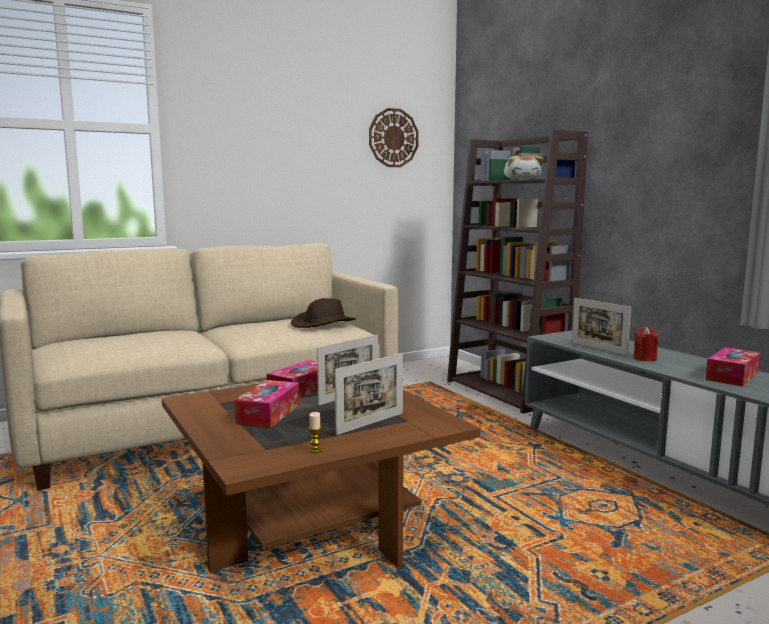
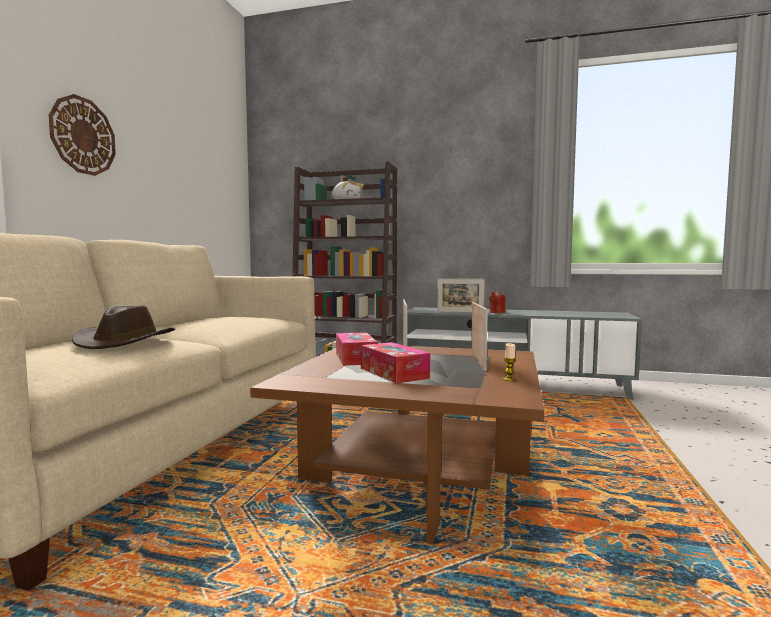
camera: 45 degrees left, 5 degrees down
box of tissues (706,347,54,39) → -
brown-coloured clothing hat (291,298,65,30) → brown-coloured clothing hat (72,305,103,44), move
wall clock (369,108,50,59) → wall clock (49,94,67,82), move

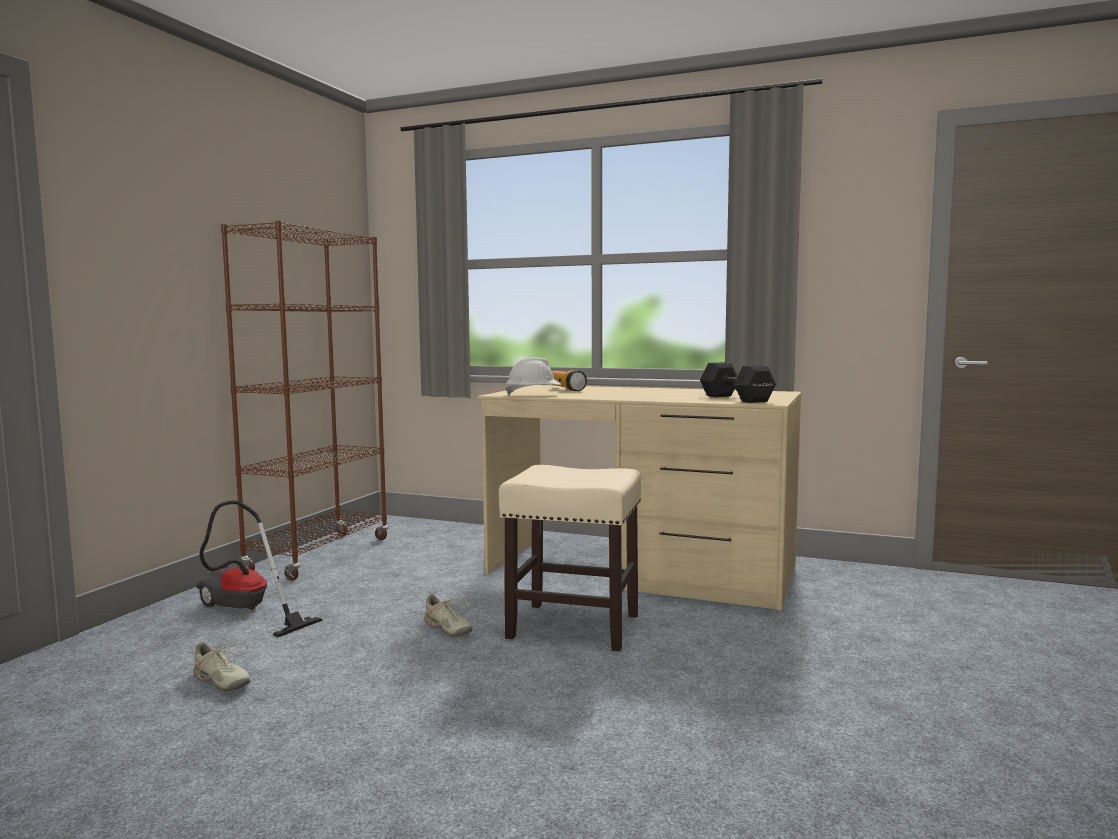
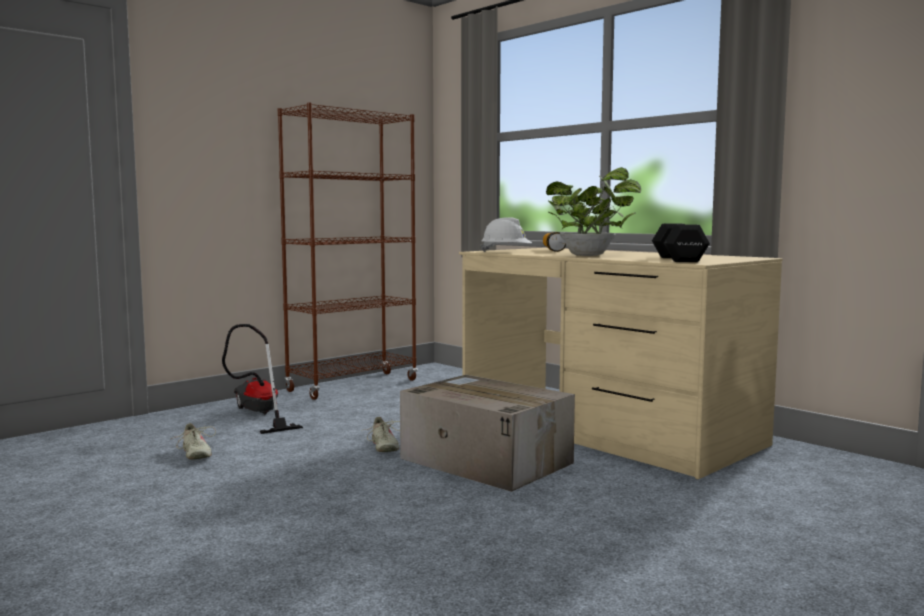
camera: 25 degrees right, 0 degrees up
- → potted plant (546,167,95,89)
beige stool seat (499,465,142,187) → carton (400,375,175,117)

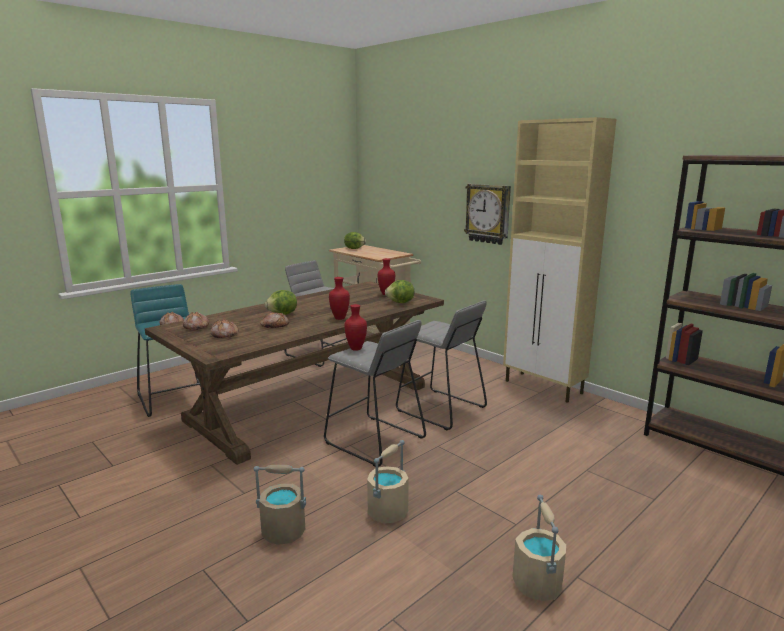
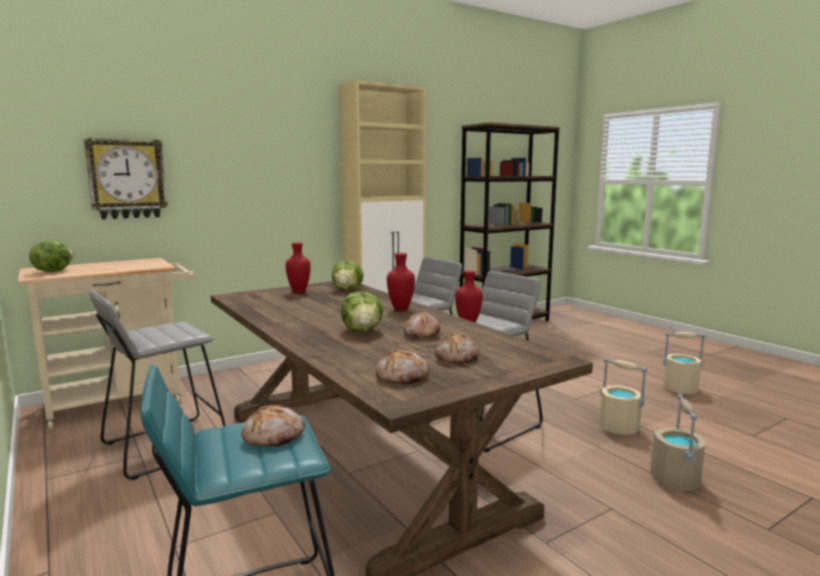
camera: 80 degrees left, 5 degrees down
wall clock (464,184,47,61) → wall clock (84,138,84,81), move

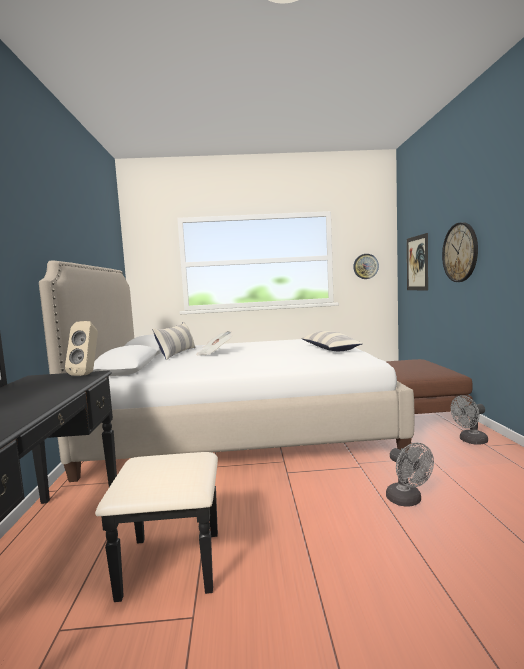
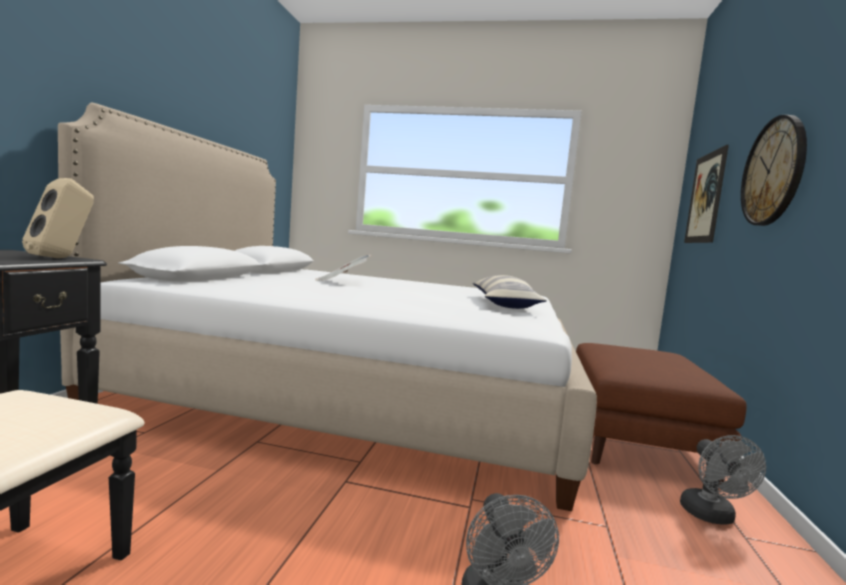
camera: 15 degrees right, 0 degrees up
throw pillow (152,322,44,38) → -
wall clock (353,254,26,25) → -
greyish fan (451,395,37,50) → greyish fan (680,435,86,90), 90 degrees counterclockwise

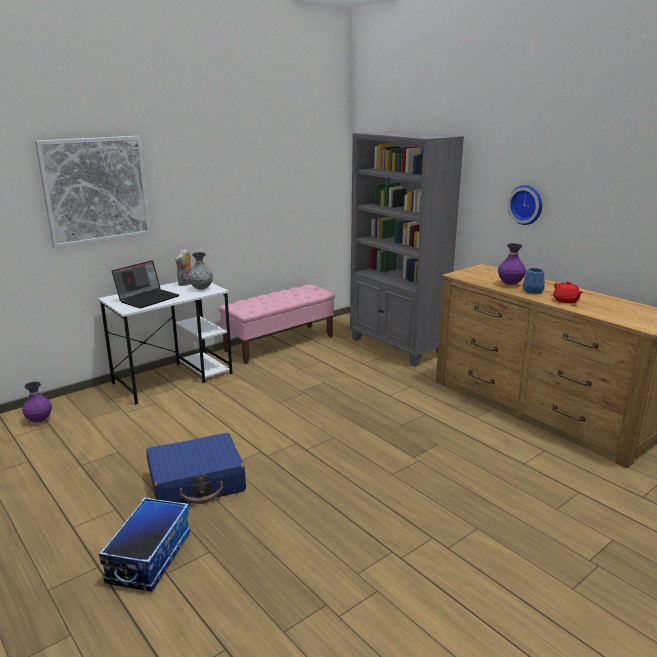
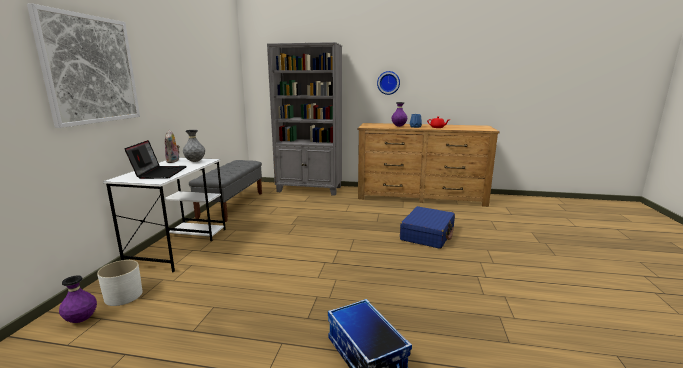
camera: 40 degrees left, 5 degrees down
- → whitish flower pot (97,260,45,46)
blue-coloured piece of luggage (146,433,100,71) → blue-coloured piece of luggage (400,206,55,43), move
pinkish long seat (219,285,116,79) → greyish long seat (189,160,73,62)

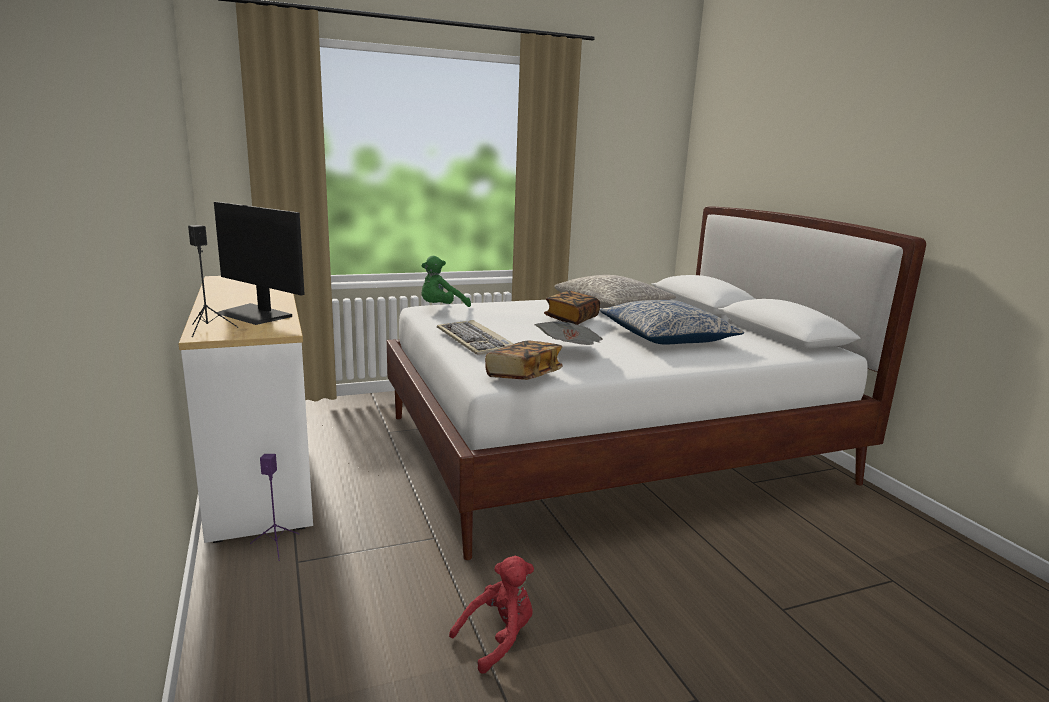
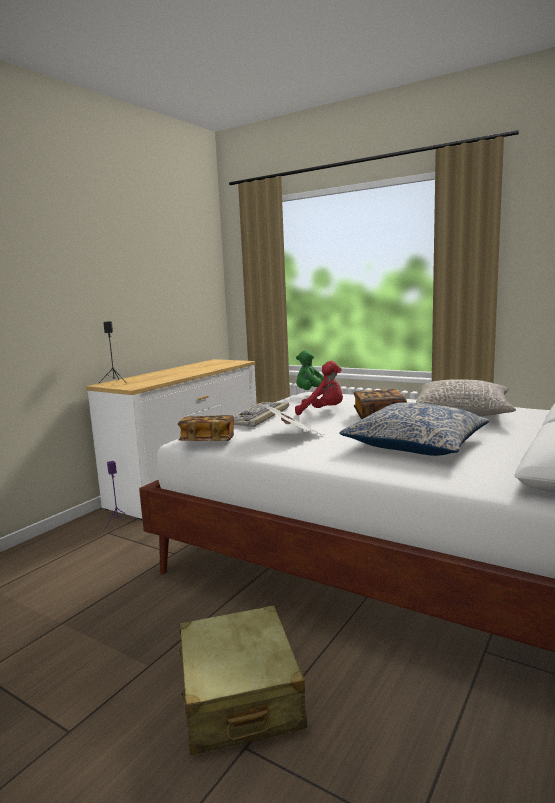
camera: 55 degrees right, 5 degrees down
computer screen (214,202,91,123) → -
- → beige piece of luggage (177,605,130,150)
reddish soft toy (449,556,85,118) → reddish soft toy (295,361,48,54), move

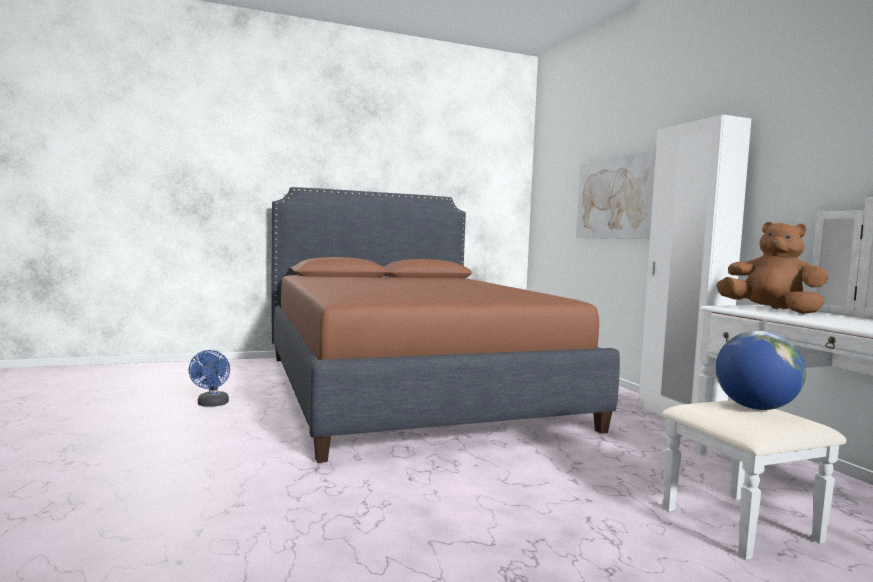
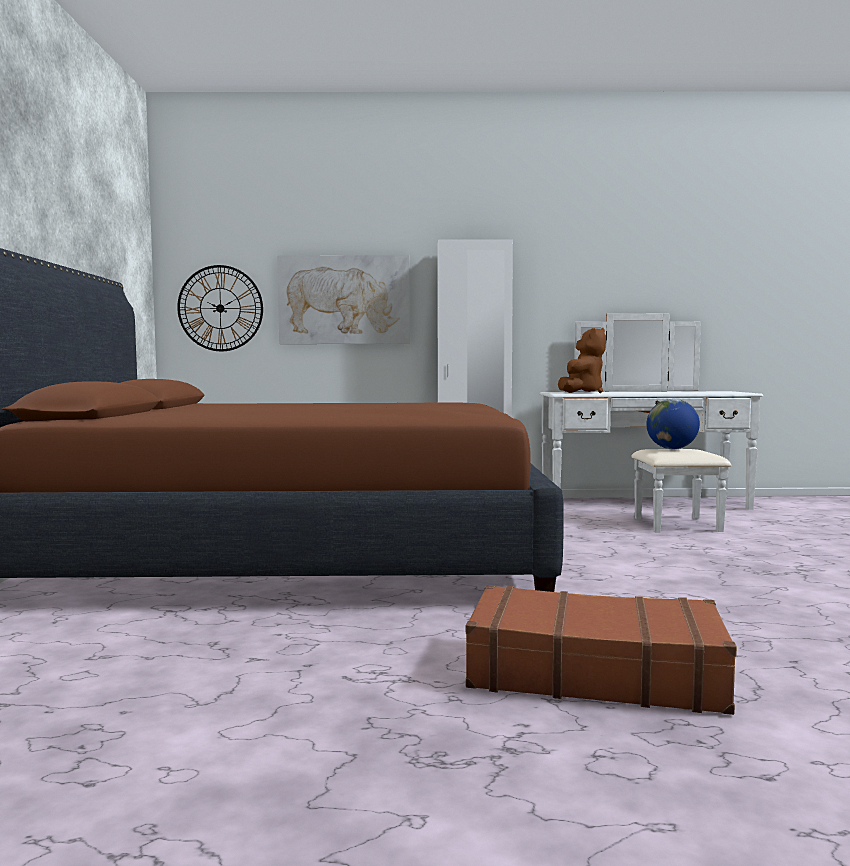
camera: 70 degrees left, 0 degrees up
blue-coloured fan (189,350,41,57) → -
- → wall clock (177,265,86,86)
- → brown-coloured piece of luggage (466,585,271,130)
brown-coloured soft toy (716,222,112,92) → brown-coloured soft toy (558,328,48,65), 150 degrees clockwise

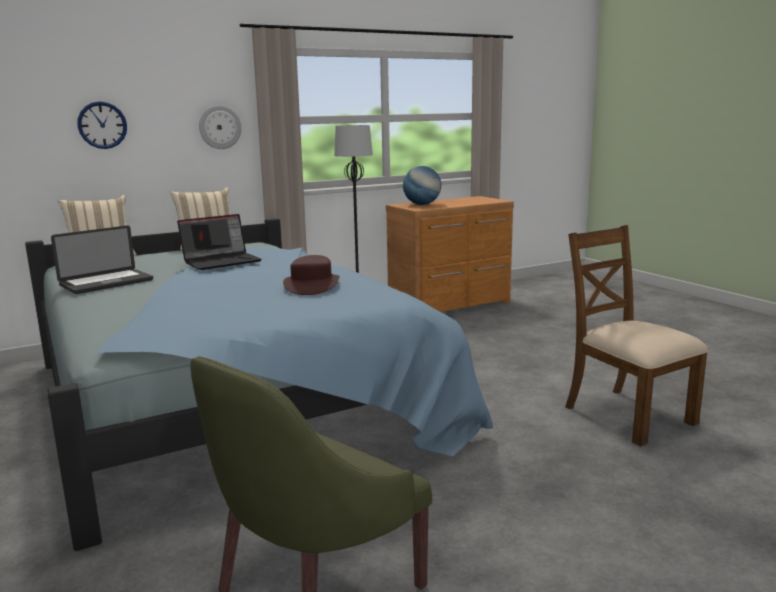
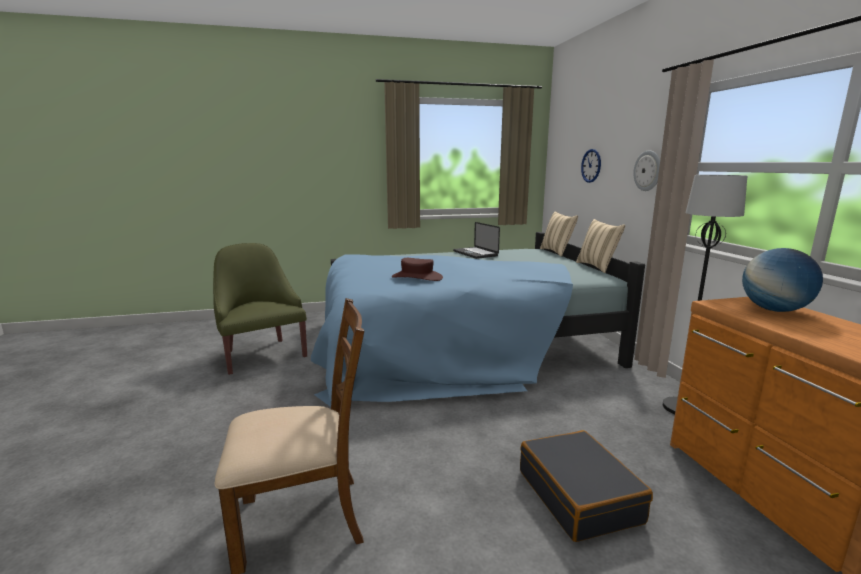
camera: 105 degrees right, 0 degrees up
laptop (177,214,85,56) → -
- → blackish piece of luggage (520,430,133,112)

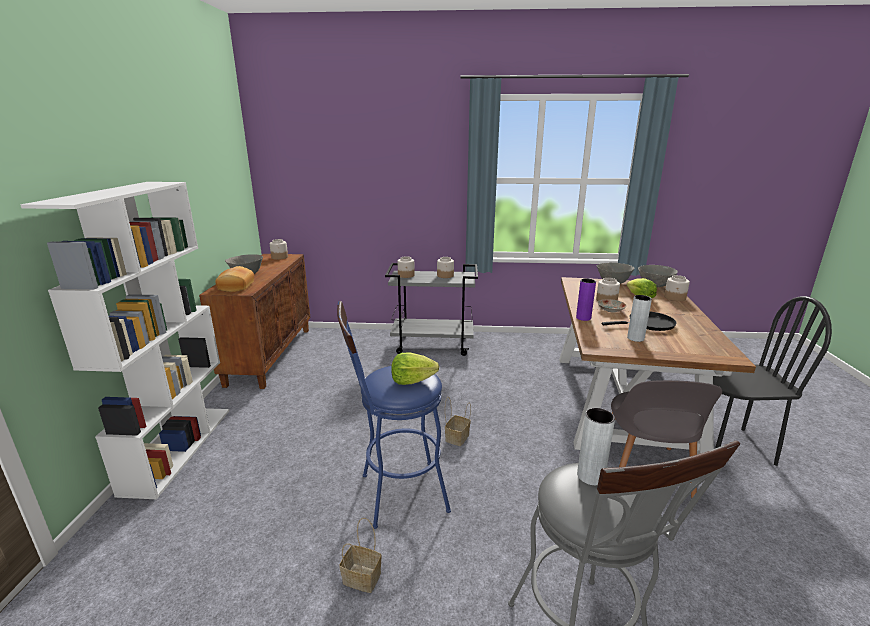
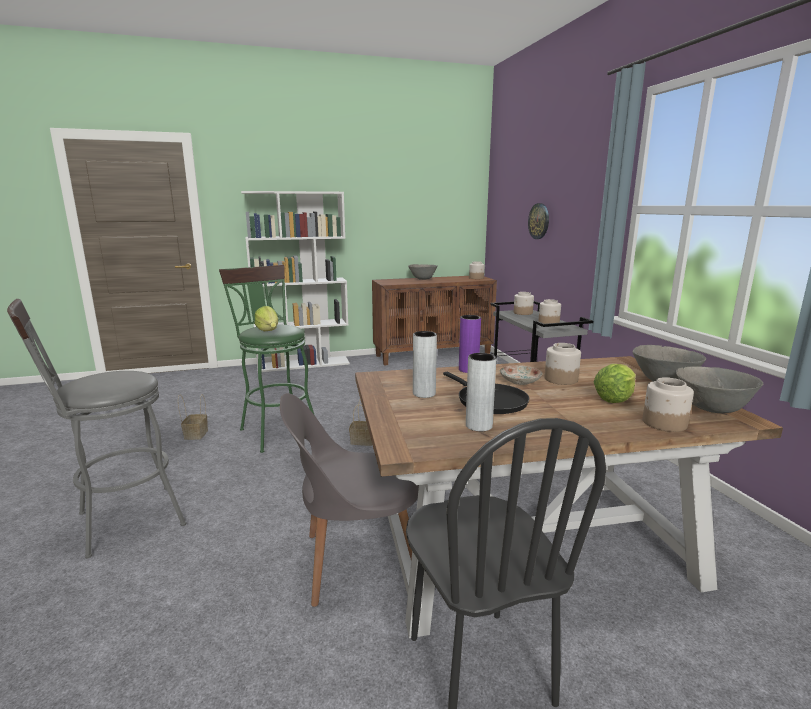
camera: 70 degrees right, 5 degrees down
bread (215,266,39,26) → -
- → wall clock (528,203,21,36)
greyish flower vase (577,408,38,77) → greyish flower vase (466,353,30,78), move
blue-coloured stool seat (337,301,114,228) → green-coloured stool seat (219,265,95,188)

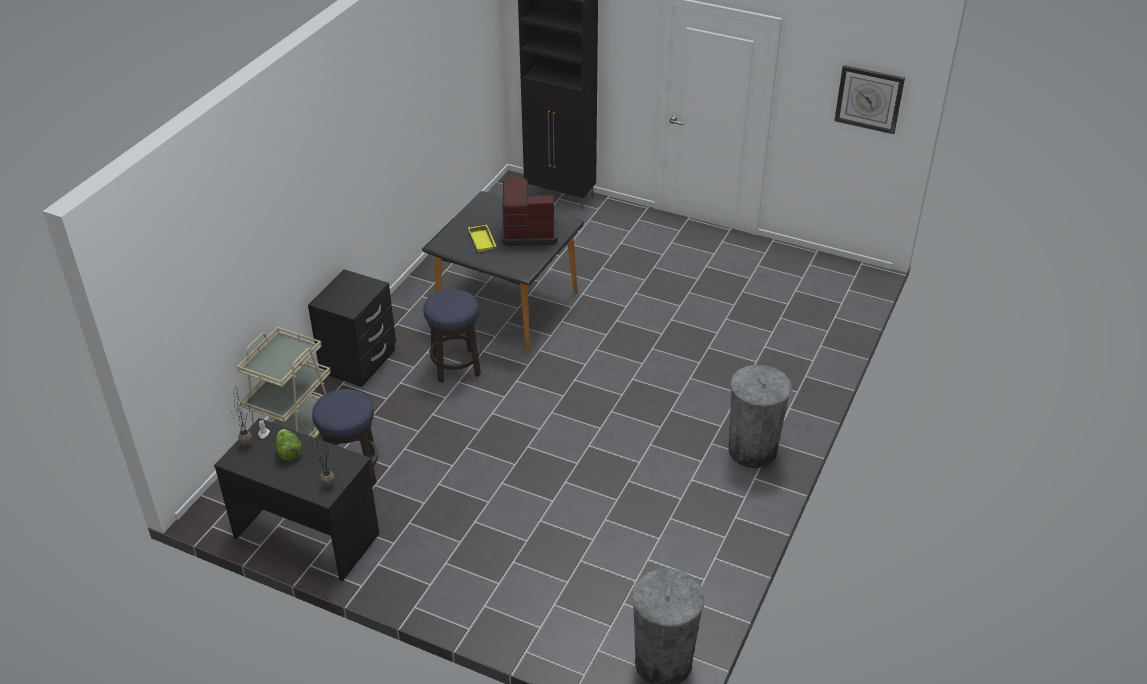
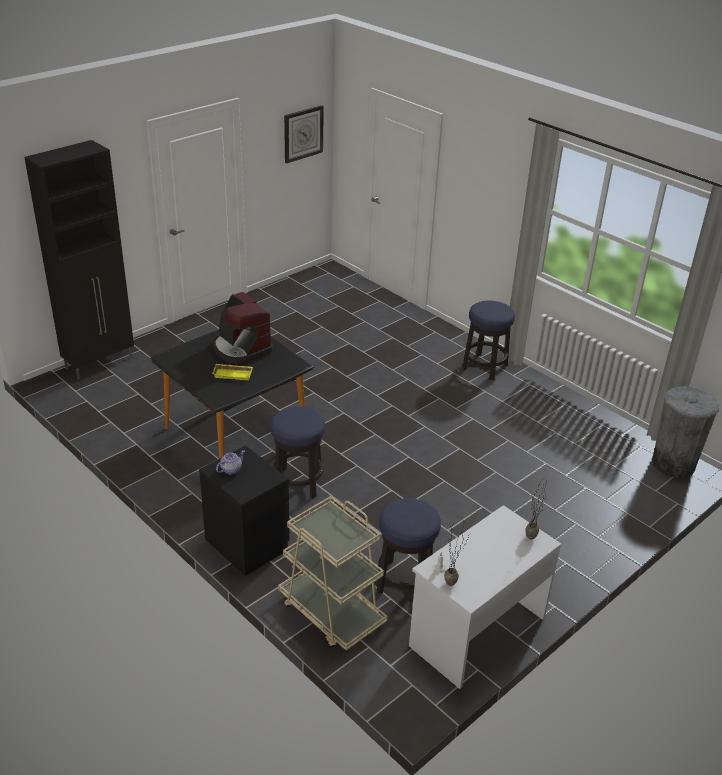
camera: 70 degrees left, 5 degrees down
lettuce (276,429,26,31) → -
- → pot for tea (216,450,29,25)
greyish rubbish bin (728,365,64,103) → stool seat (462,301,53,79)
blackish desk table (214,418,165,164) → whitish desk table (409,505,152,184)
coffee machine (502,177,56,69) → coffee machine (213,292,60,72), 60 degrees counterclockwise

